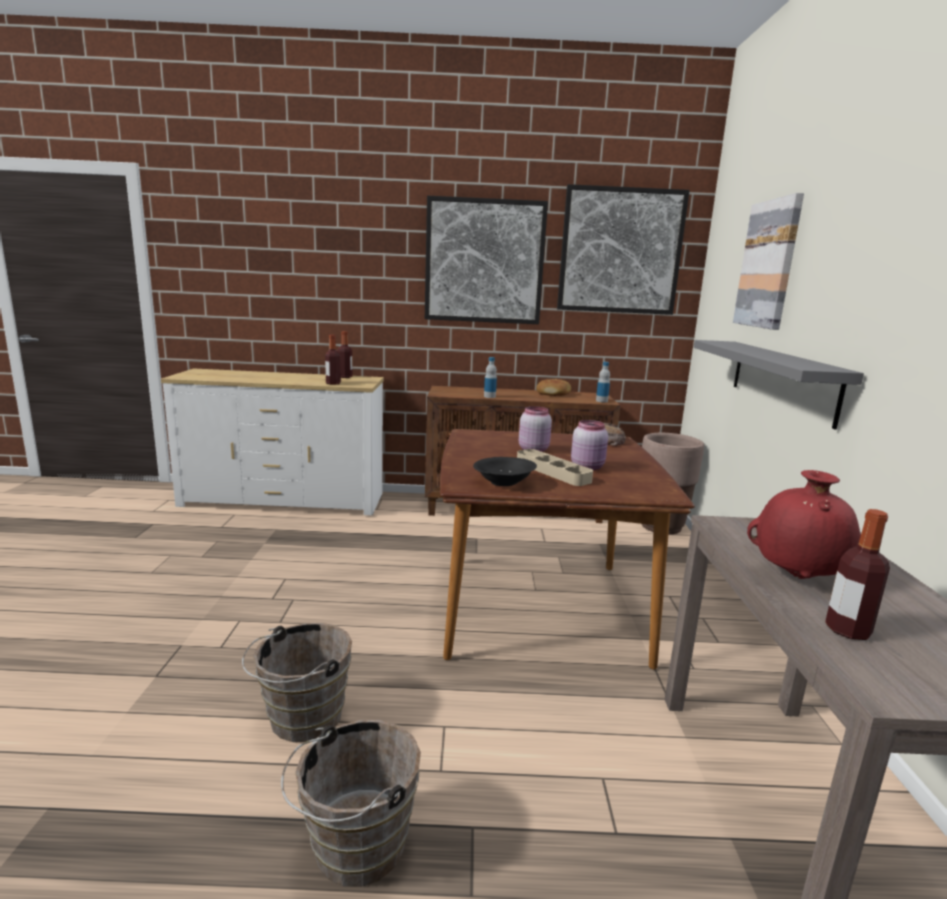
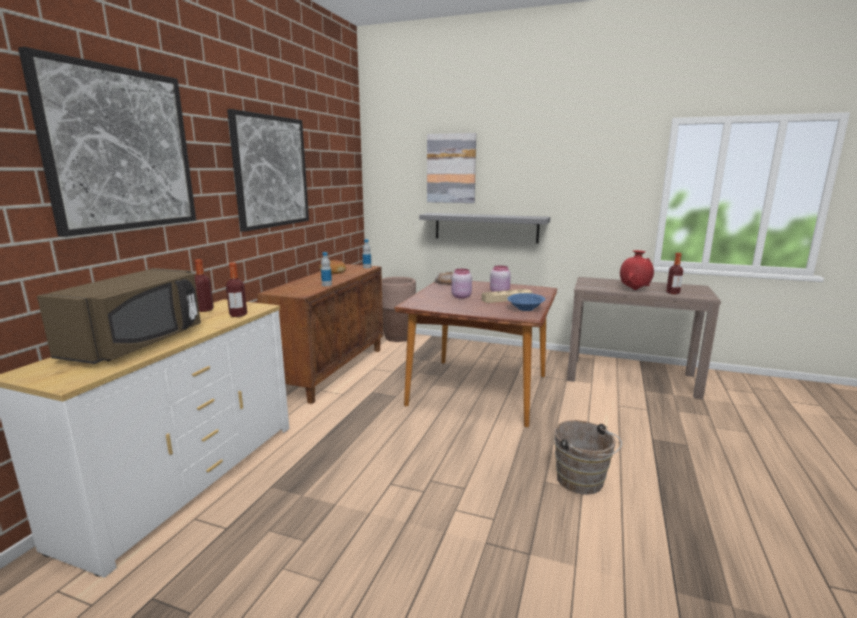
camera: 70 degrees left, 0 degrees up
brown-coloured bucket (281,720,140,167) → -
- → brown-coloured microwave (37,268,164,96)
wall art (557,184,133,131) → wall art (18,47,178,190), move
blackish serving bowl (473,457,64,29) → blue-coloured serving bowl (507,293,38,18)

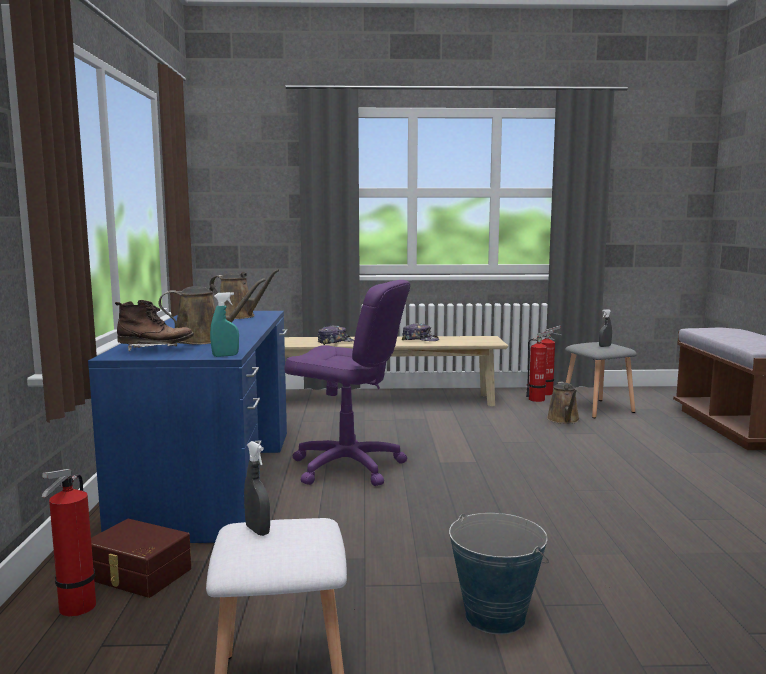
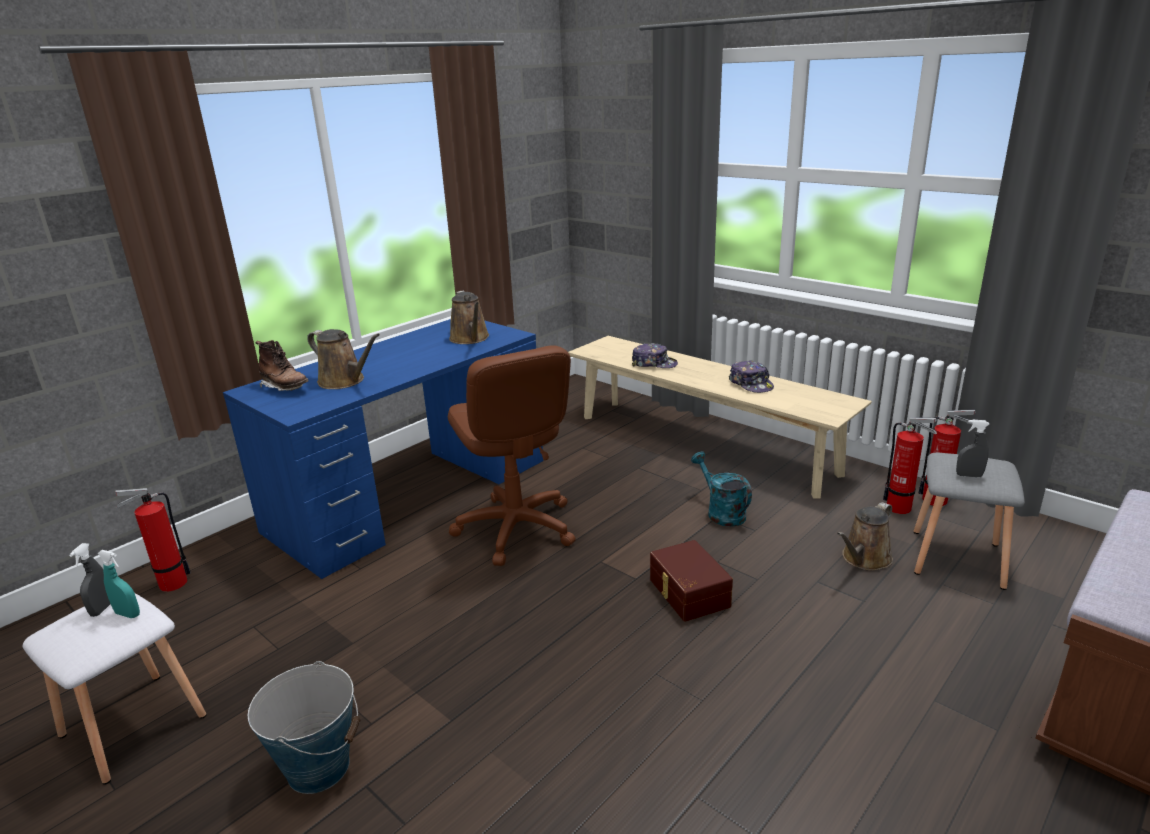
camera: 45 degrees right, 15 degrees up
- → turquoise watering pot (691,452,61,75)
brown-coloured storage box (91,519,100,79) → brown-coloured storage box (650,540,83,82), move
turquoise hand sprayer (210,292,29,65) → turquoise hand sprayer (97,550,43,68), move
purple-coloured desk chair (284,280,126,206) → brown-coloured desk chair (448,345,128,221)

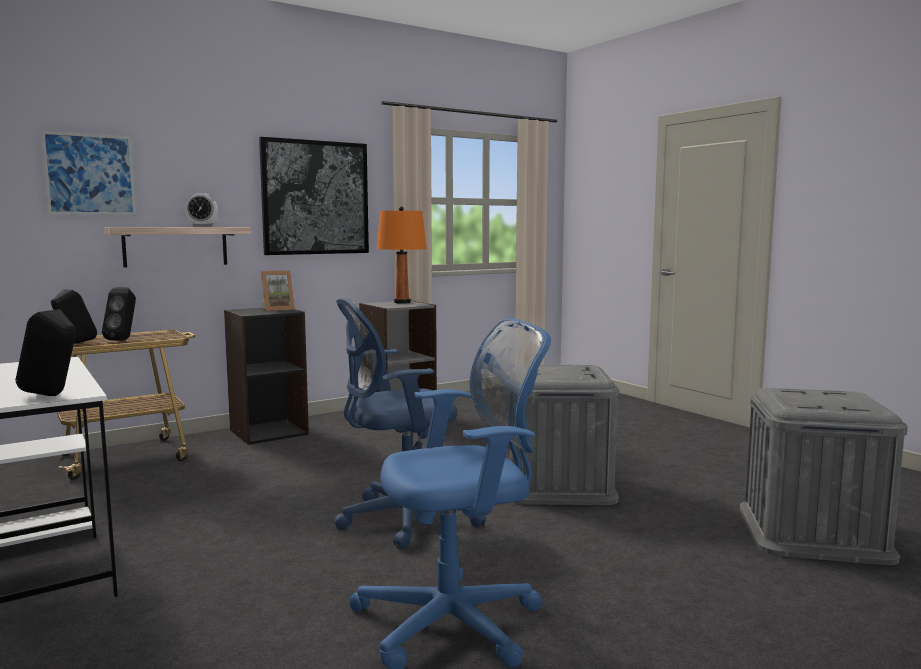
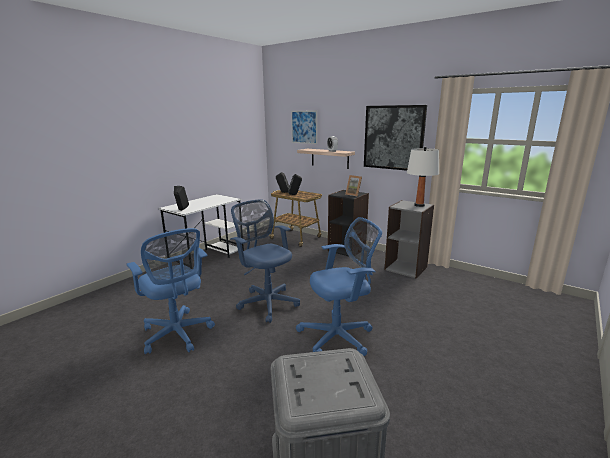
camera: 70 degrees right, 10 degrees up
greyish storage box (509,365,110,140) → blue-coloured desk chair (296,217,86,139)
orange-coloured lamp for a table (377,206,50,98) → whitish lamp for a table (407,147,32,60)

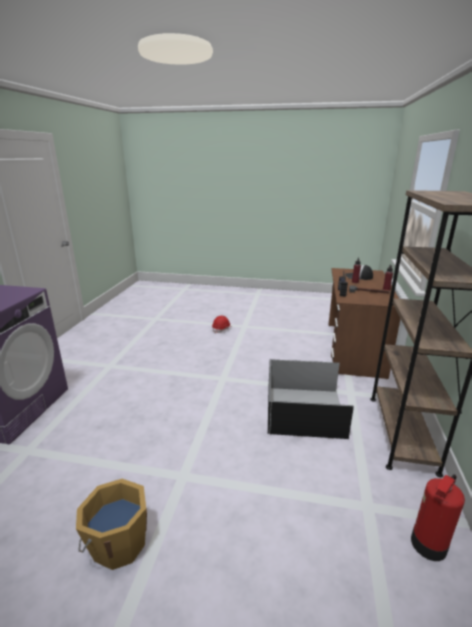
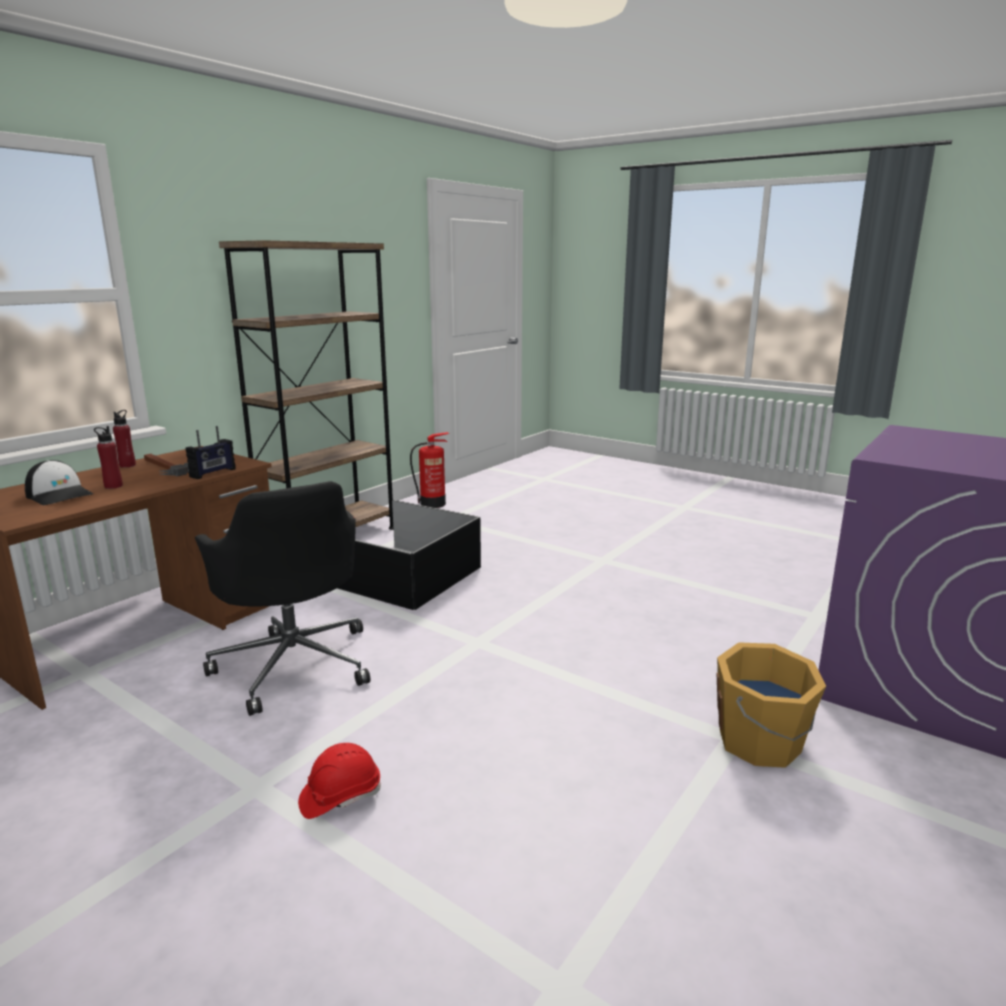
camera: 155 degrees left, 5 degrees down
- → blackish desk chair (195,481,175,235)
orange-coloured bucket (76,479,71,91) → orange-coloured bucket (716,642,110,126), move

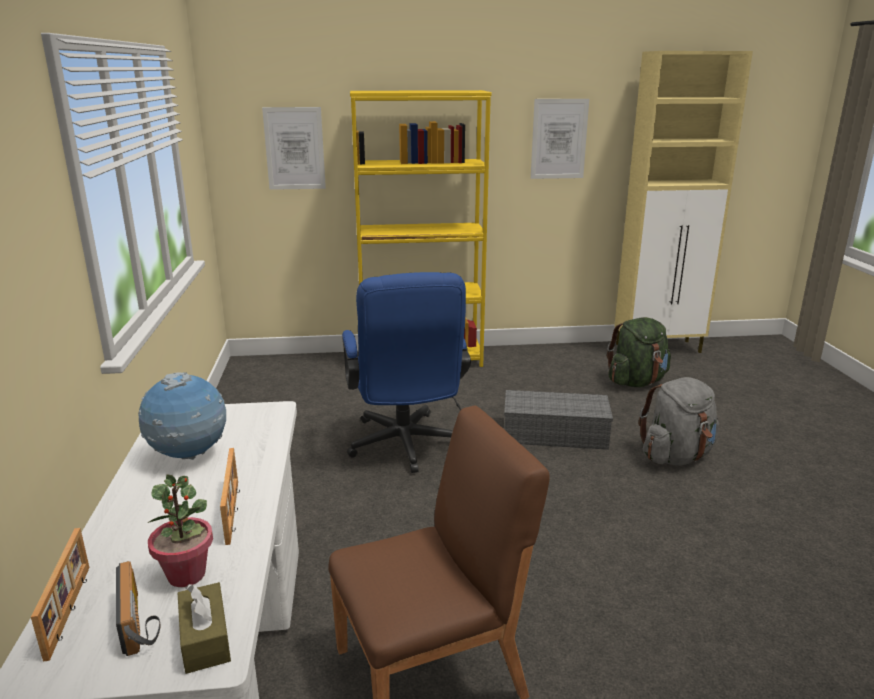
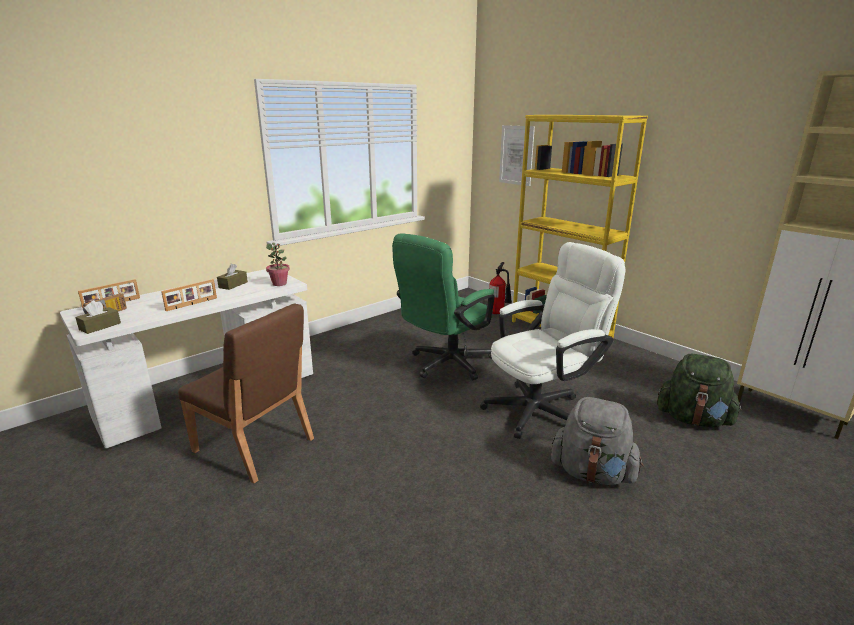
camera: 55 degrees right, 0 degrees up
wall art (531,99,58,80) → -
- → extinguisher (489,262,23,52)
potted plant (147,475,66,112) → potted plant (266,242,24,44), move
globe (138,372,88,88) → brown-coloured box of tissues (217,264,31,26)
greyish storage box (504,390,109,60) → whitish desk chair (480,242,146,197)
blue-coloured desk chair (342,272,129,201) → green-coloured desk chair (392,233,103,147)

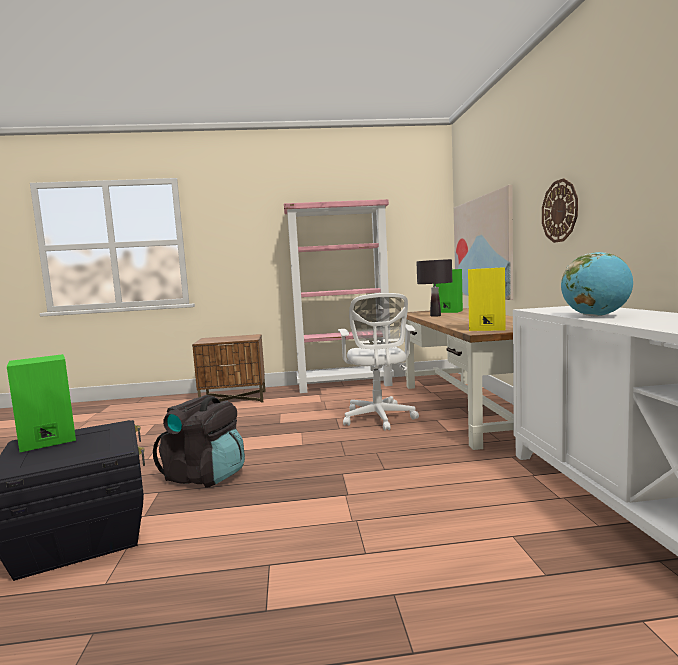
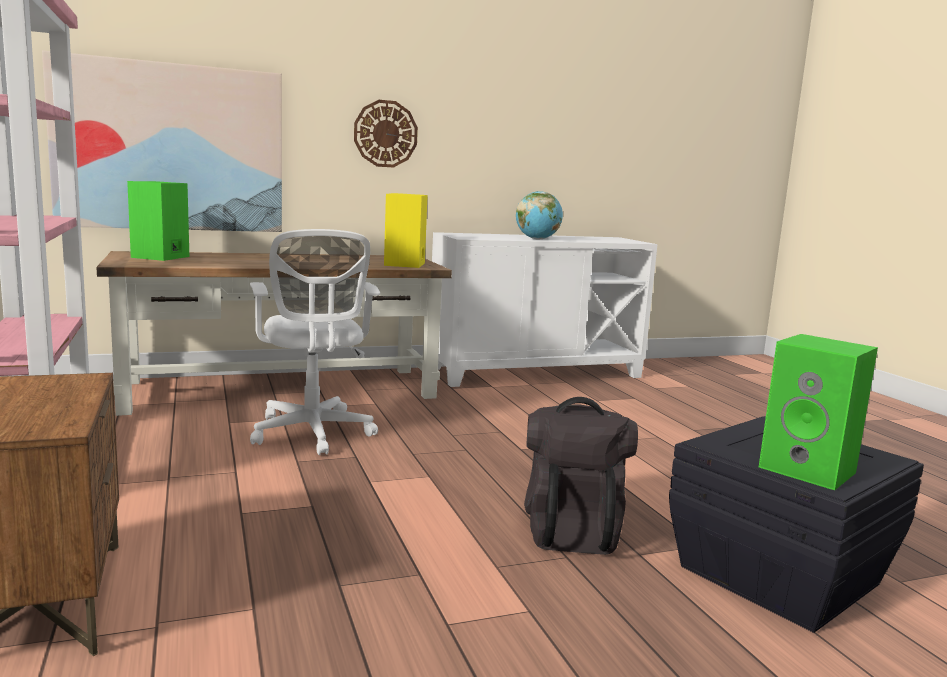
camera: 105 degrees left, 5 degrees up
blackish lamp for a table (416,259,36,58) → -
whitish desk chair (338,293,81,138) → whitish desk chair (250,229,130,226), 90 degrees clockwise

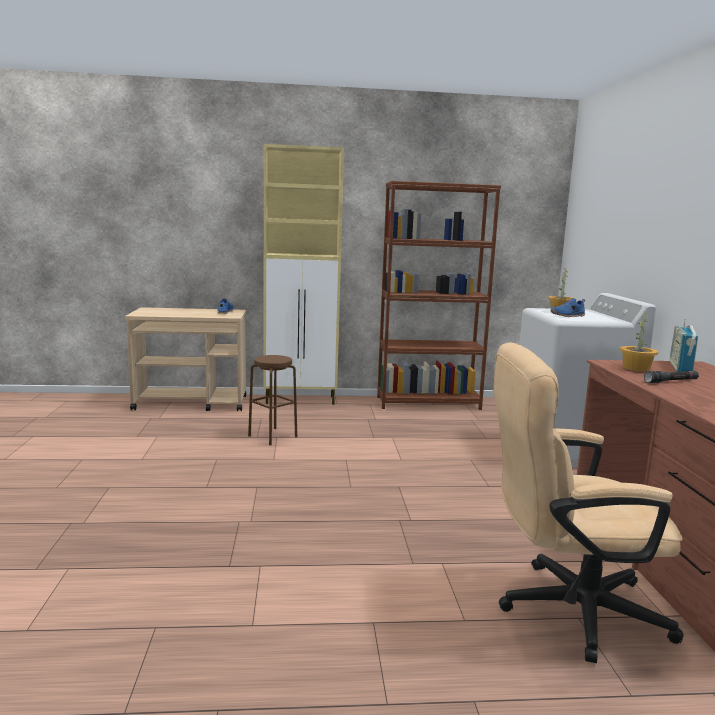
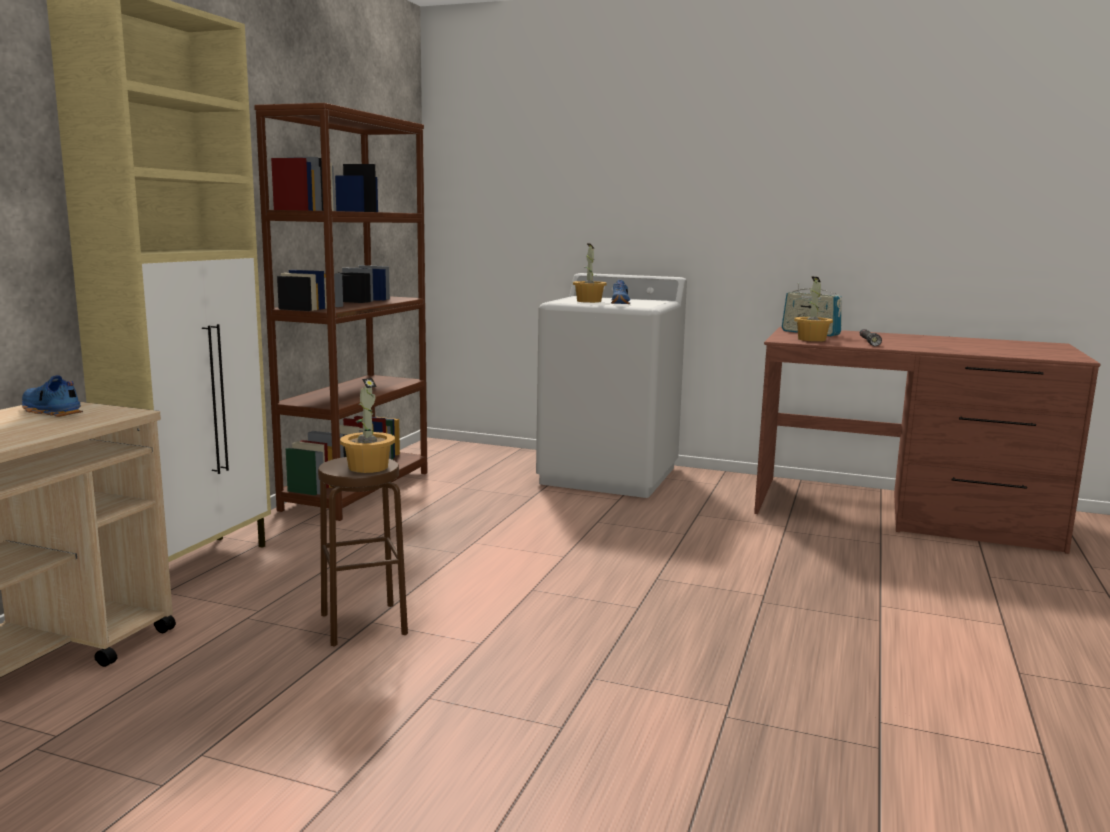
camera: 65 degrees left, 0 degrees up
beige desk chair (494,342,190,321) → -
- → potted plant (340,378,55,95)

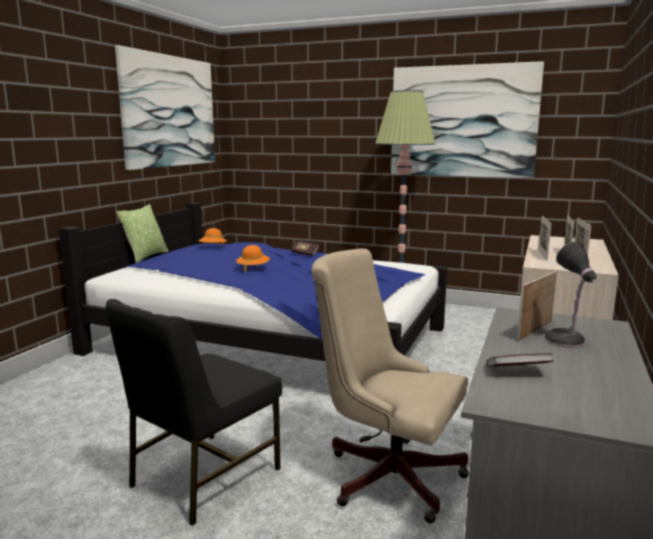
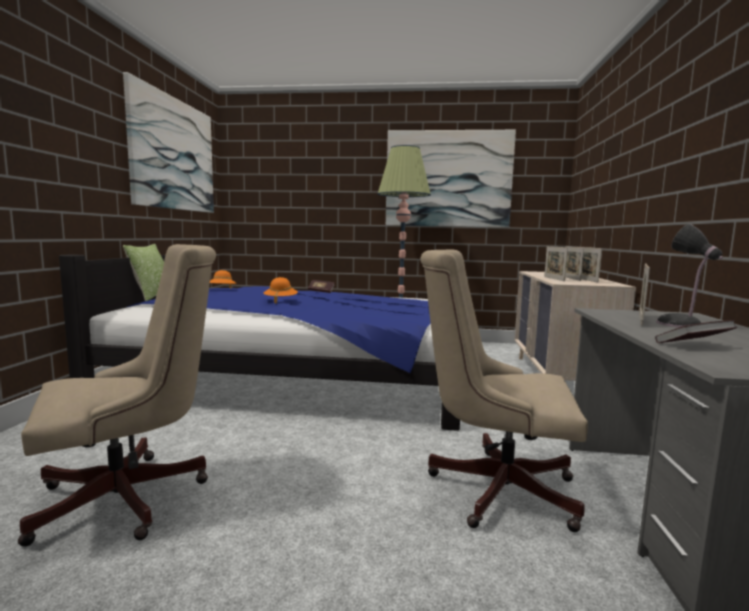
camera: 15 degrees left, 5 degrees down
blackish upright chair (106,299,176,227) → -
- → beige desk chair (18,244,198,303)

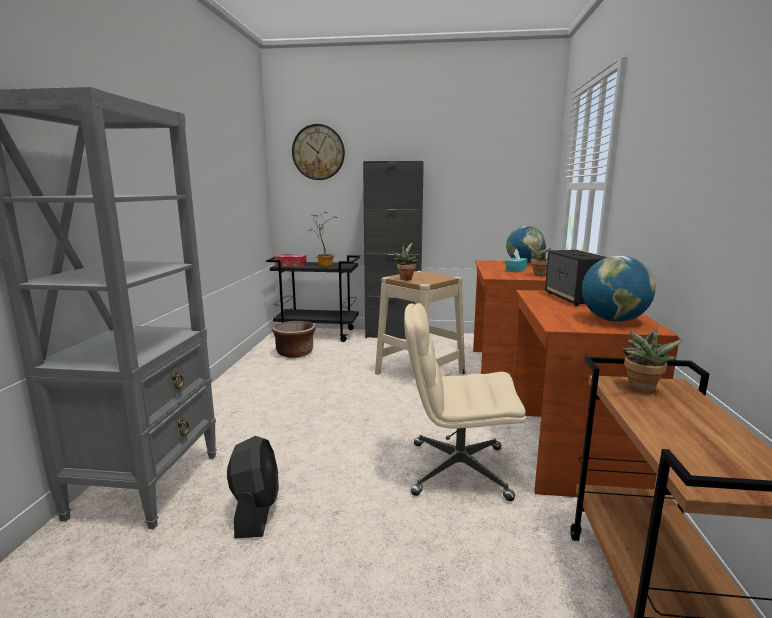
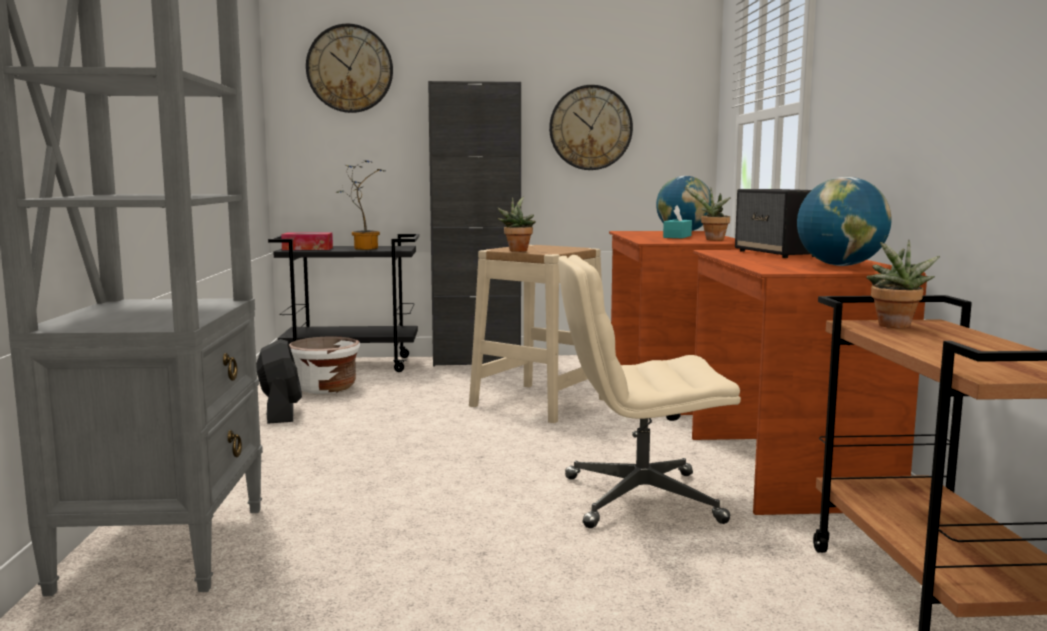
camera: 10 degrees left, 5 degrees down
- → wall clock (549,85,84,85)
blackish fan (227,436,52,103) → blackish fan (256,339,46,85), move
brown-coloured flower pot (272,321,44,37) → whitish flower pot (289,336,71,58)

